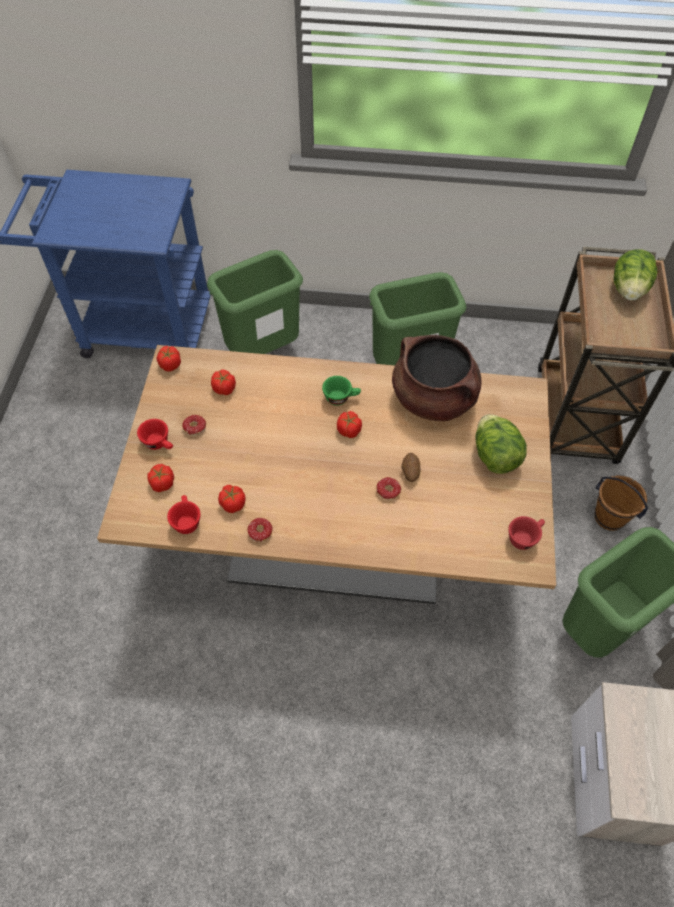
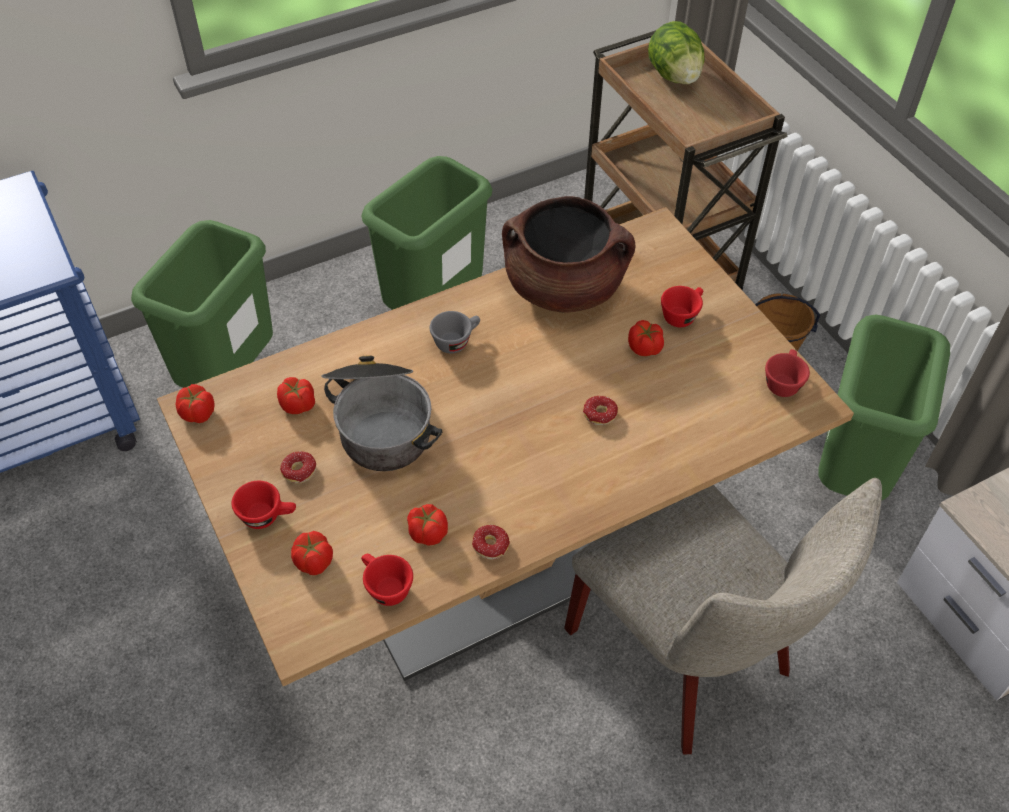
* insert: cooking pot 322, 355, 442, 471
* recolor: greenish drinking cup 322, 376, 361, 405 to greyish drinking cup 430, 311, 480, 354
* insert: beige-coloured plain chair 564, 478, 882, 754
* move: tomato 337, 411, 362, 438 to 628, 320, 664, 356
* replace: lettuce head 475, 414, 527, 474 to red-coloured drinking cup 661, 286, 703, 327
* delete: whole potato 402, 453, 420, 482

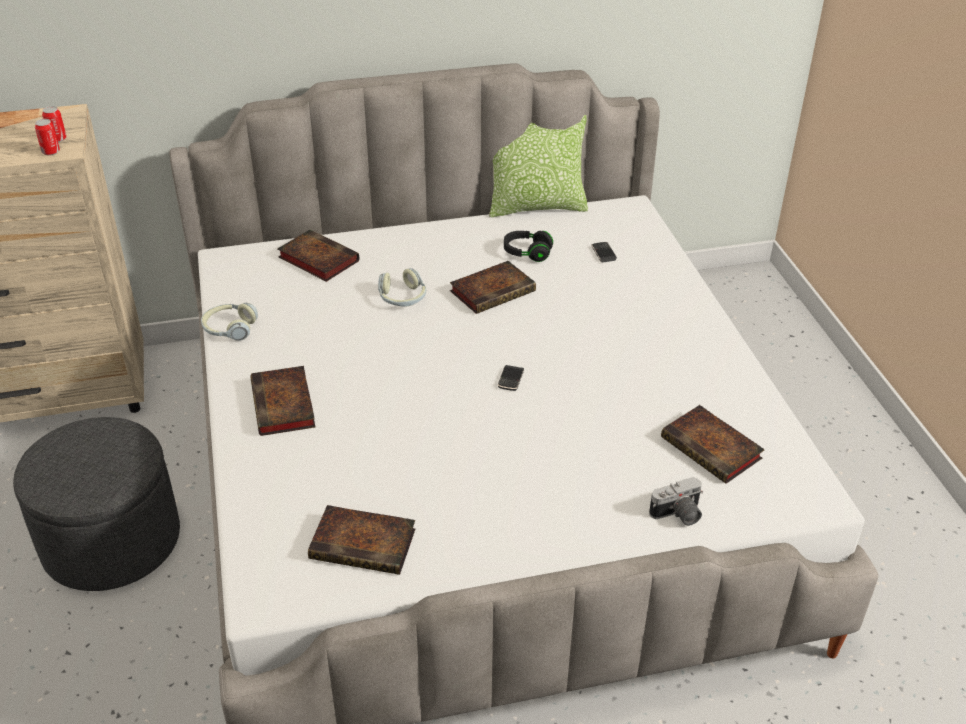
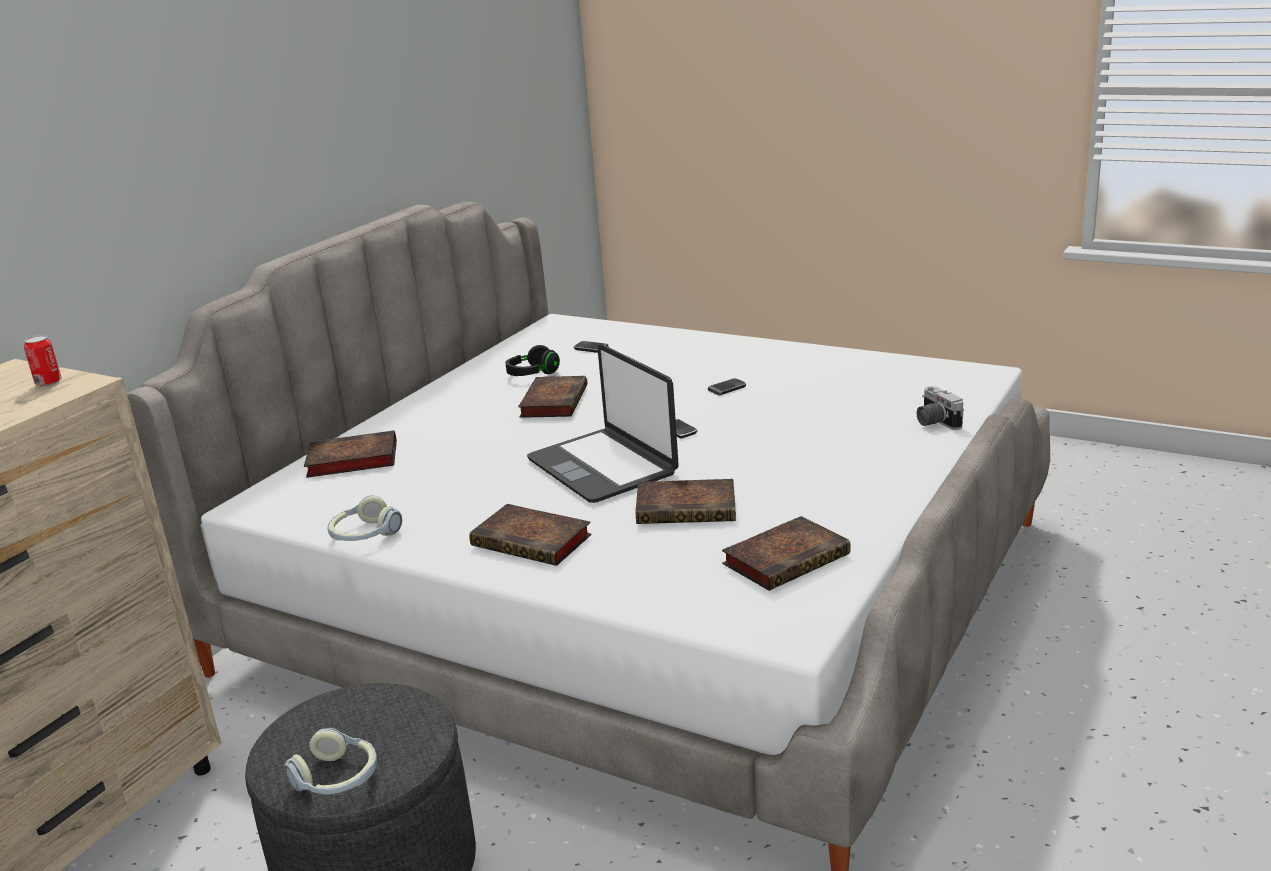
* move: headphones 378, 268, 426, 307 to 284, 728, 377, 794
* insert: notebook computer 527, 344, 679, 503
* move: volume 661, 405, 765, 484 to 636, 479, 736, 524
* insert: phone 708, 378, 746, 396
* rotate: photo camera 649, 477, 703, 526 = 917, 386, 964, 430 135 degrees clockwise
* delete: can 35, 119, 60, 155
* delete: throw pillow 489, 115, 588, 217

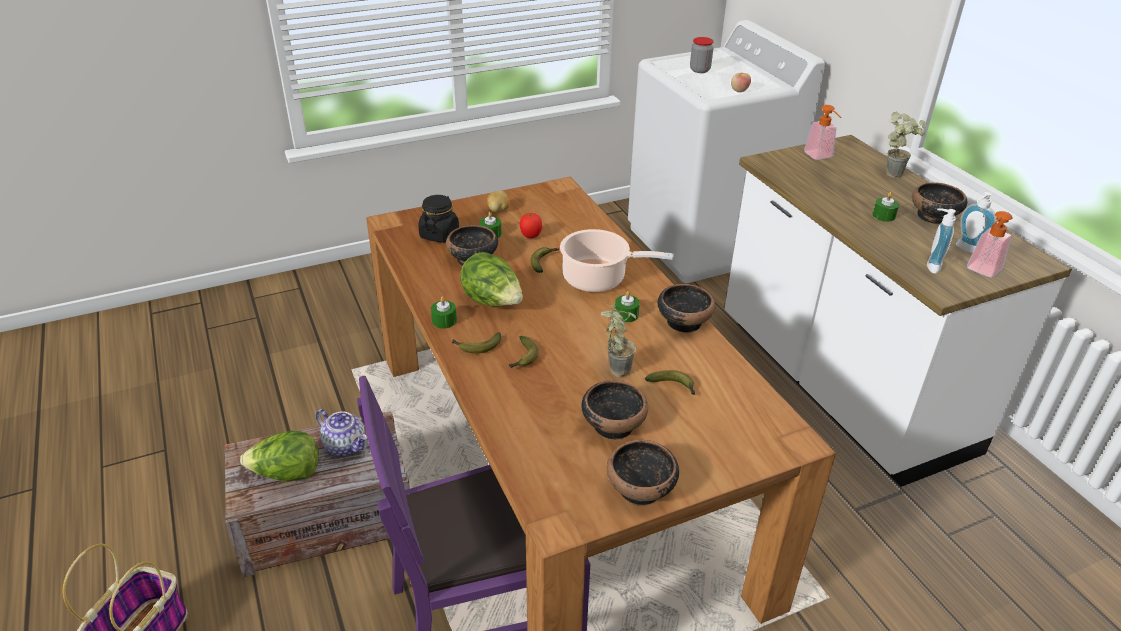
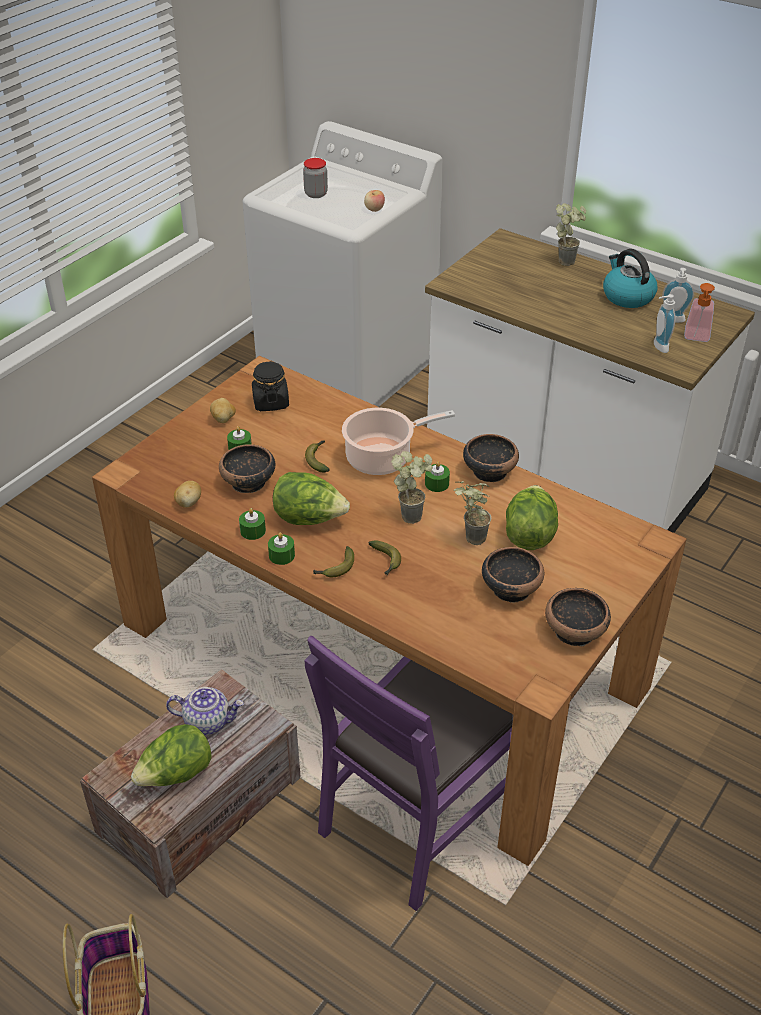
* insert: whole potato 174, 481, 201, 508
* move: greenish wax candle 872, 192, 899, 222 to 239, 508, 266, 540
* move: black preserve jar 418, 195, 459, 243 to 252, 361, 289, 411
* insert: plant in a pot 391, 451, 433, 524
* replace: banana 645, 370, 695, 395 to lettuce head 506, 485, 558, 550
* replace: serving bowl 912, 182, 967, 224 to tea kettle 603, 249, 657, 308
* delete: tomato 520, 213, 542, 238
* delete: soap dispenser 804, 105, 841, 160

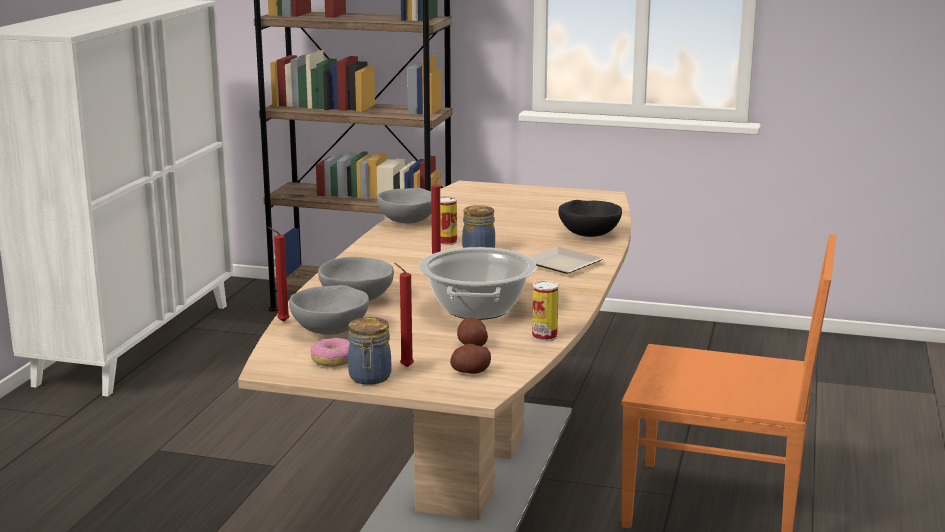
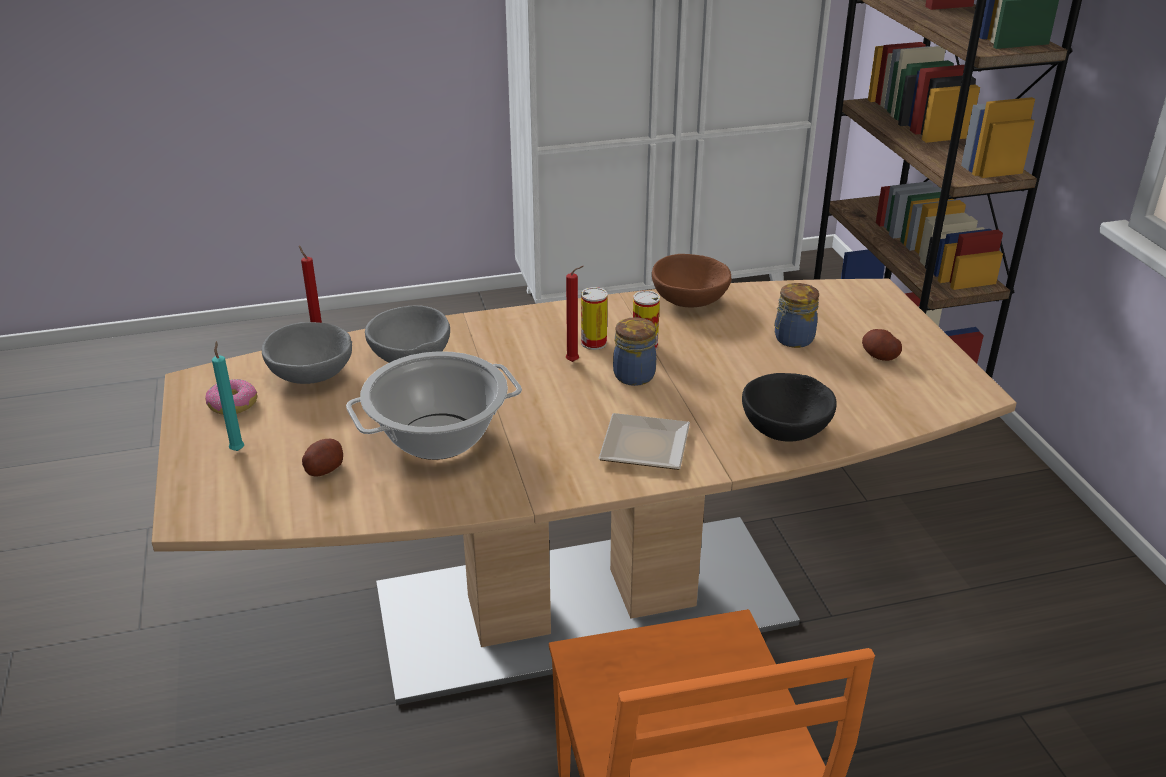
* recolor: red-coloured wax candle 394, 263, 414, 367 to turquoise wax candle 212, 341, 244, 451
* move: can 532, 281, 559, 341 to 581, 287, 607, 350
* recolor: greyish serving bowl 377, 188, 432, 224 to brownish serving bowl 652, 254, 731, 307
* move: preserve jar 348, 317, 391, 385 to 774, 283, 819, 348
* move: whole potato 450, 344, 491, 374 to 862, 329, 902, 361

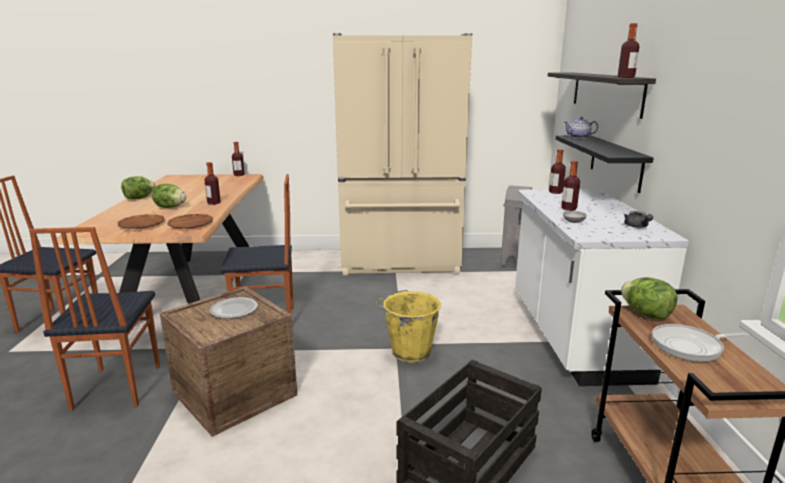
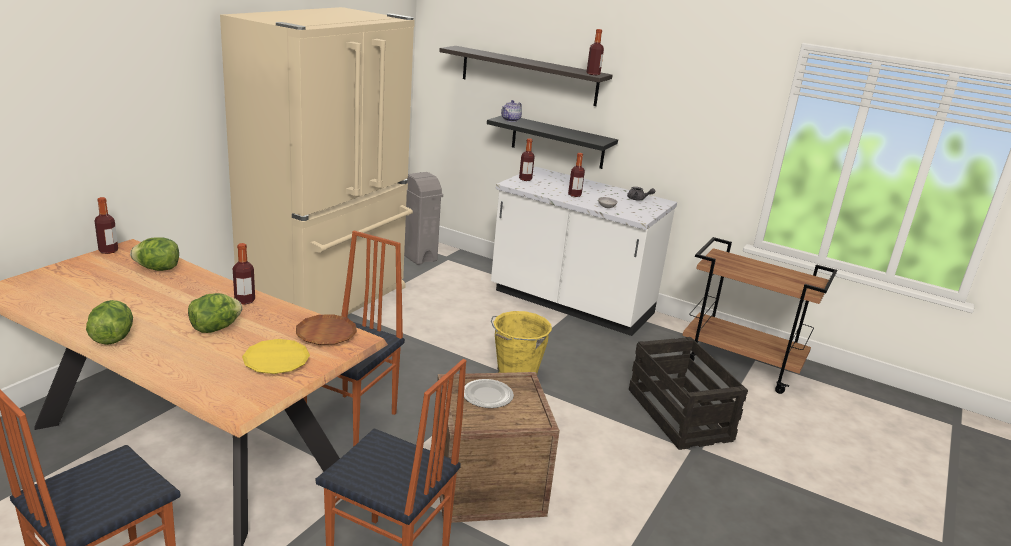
* move: lettuce head 621, 277, 678, 319 to 130, 237, 179, 271
* recolor: brownish dinner plate 118, 214, 165, 229 to yellowish dinner plate 242, 339, 310, 374
* delete: skillet 652, 324, 749, 362

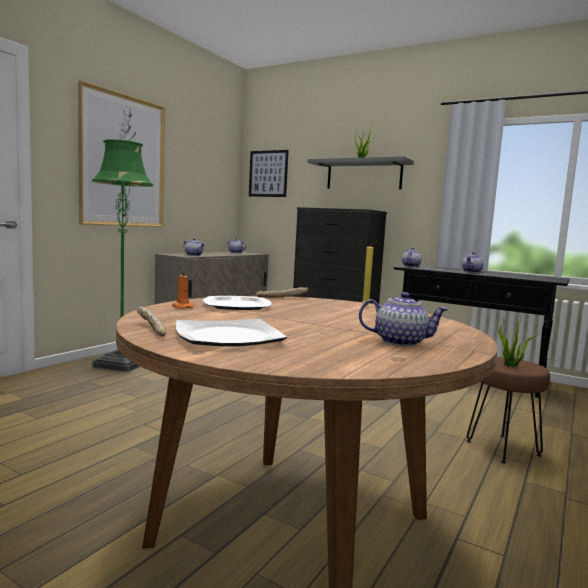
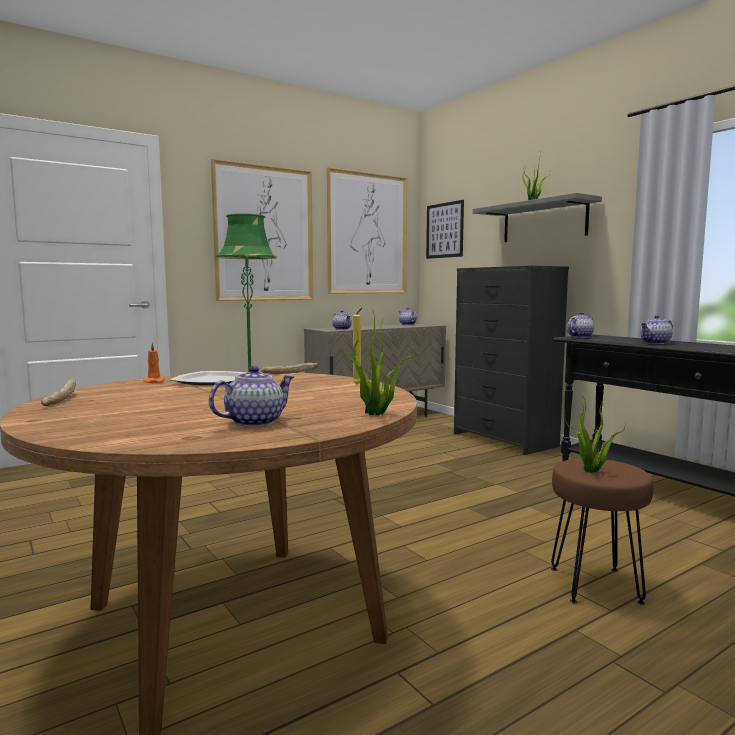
* rotate: pot for tea 359, 292, 449, 347 = 209, 366, 294, 427 75 degrees counterclockwise
* insert: wall art 327, 167, 407, 294
* insert: plant in a pot 341, 308, 416, 415
* delete: dinner plate 176, 318, 287, 346

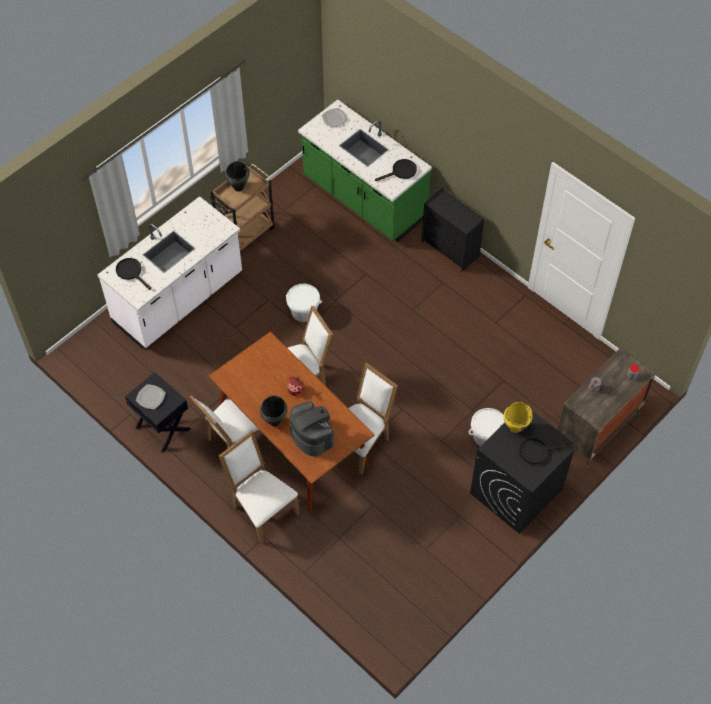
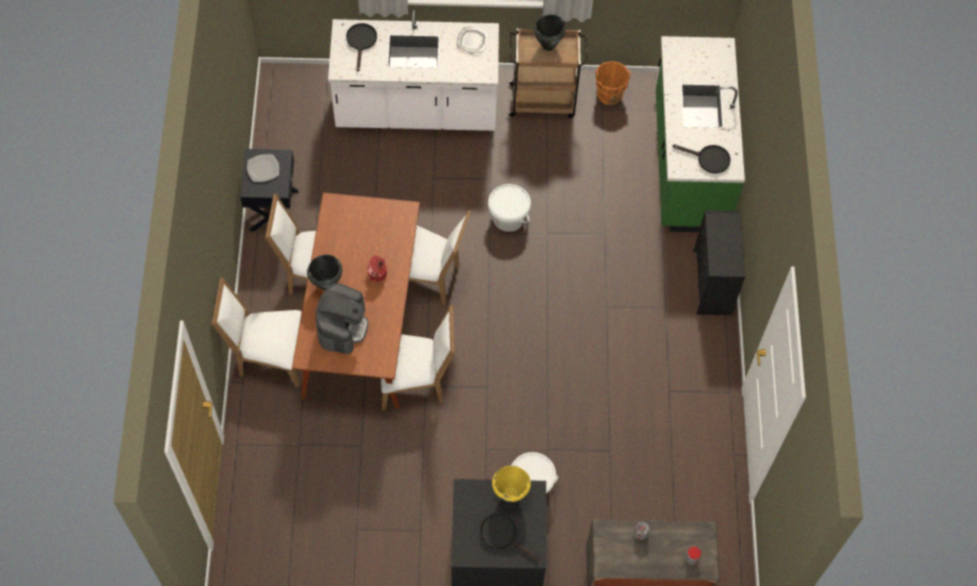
* rotate: white plain chair 219, 430, 300, 544 = 212, 277, 302, 387 90 degrees counterclockwise
* move: dinner plate 322, 108, 348, 128 to 457, 27, 488, 53
* insert: orange pail 595, 61, 631, 105

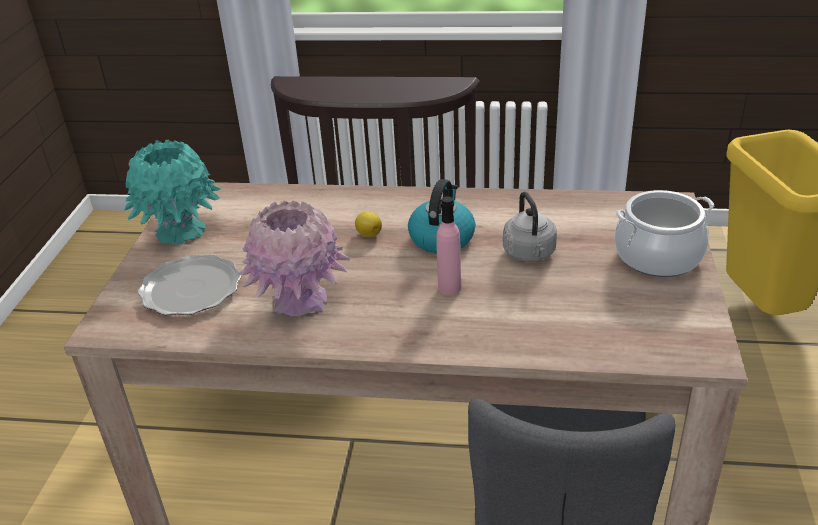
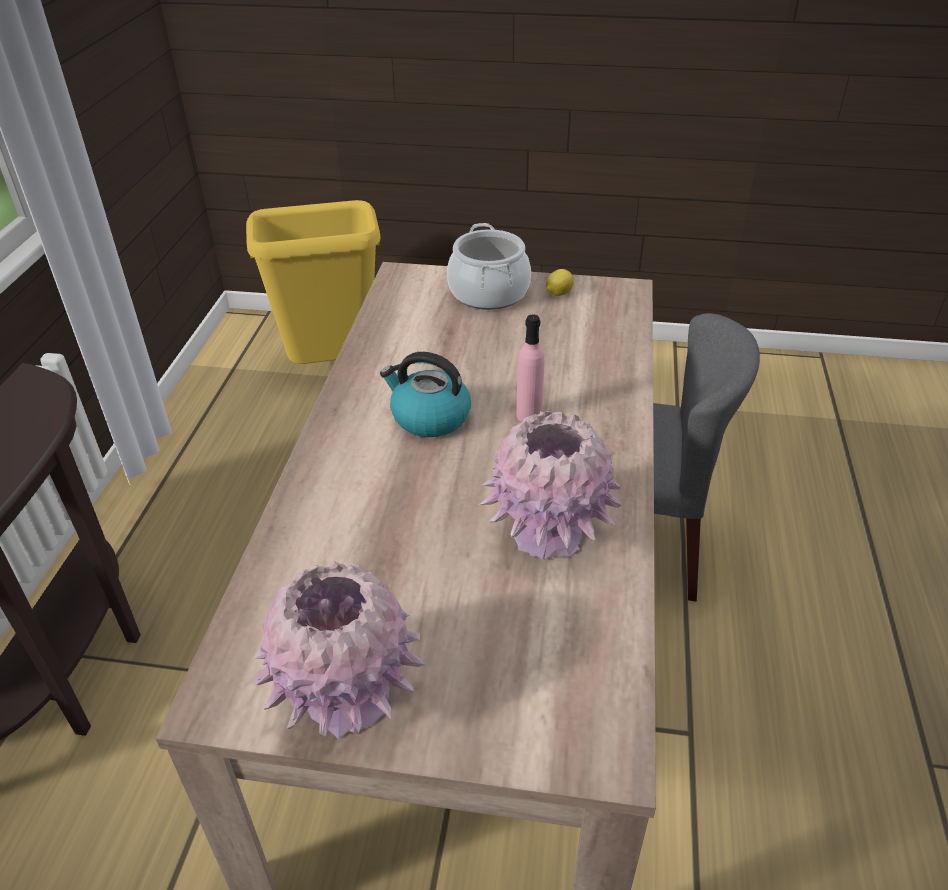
* recolor: turquoise flower vase 124, 140, 221, 245 to pink-coloured flower vase 253, 562, 426, 739
* move: whole lemon 355, 211, 382, 237 to 546, 269, 574, 296
* delete: dinner plate 138, 255, 241, 315
* delete: greyish tea kettle 503, 192, 557, 262

